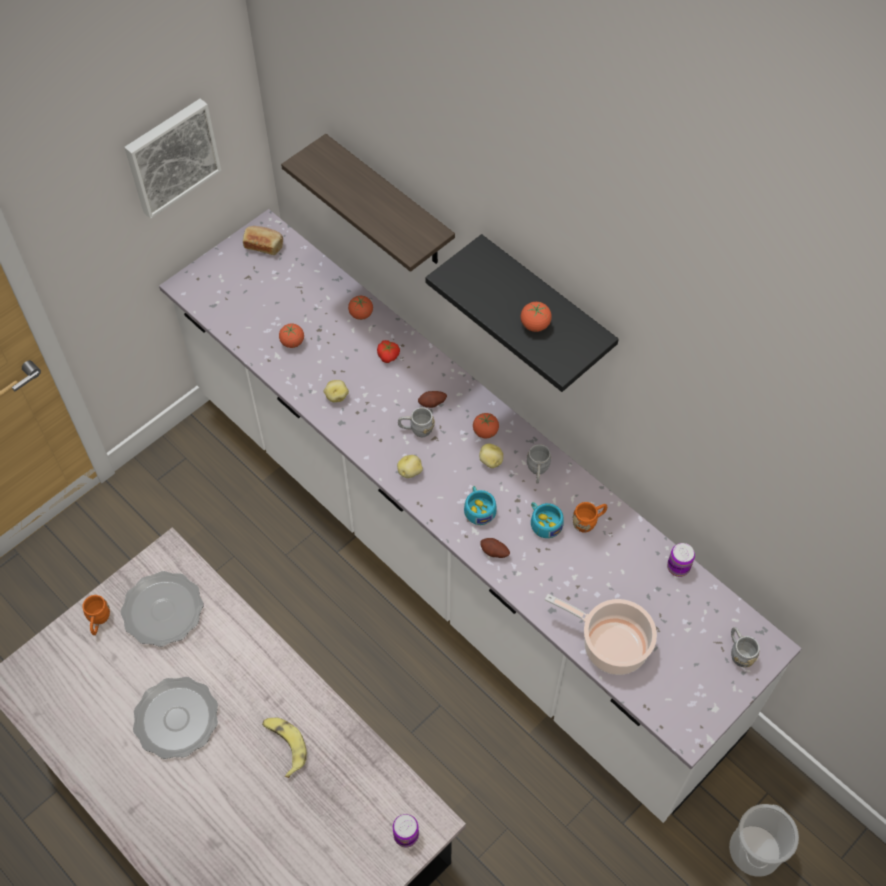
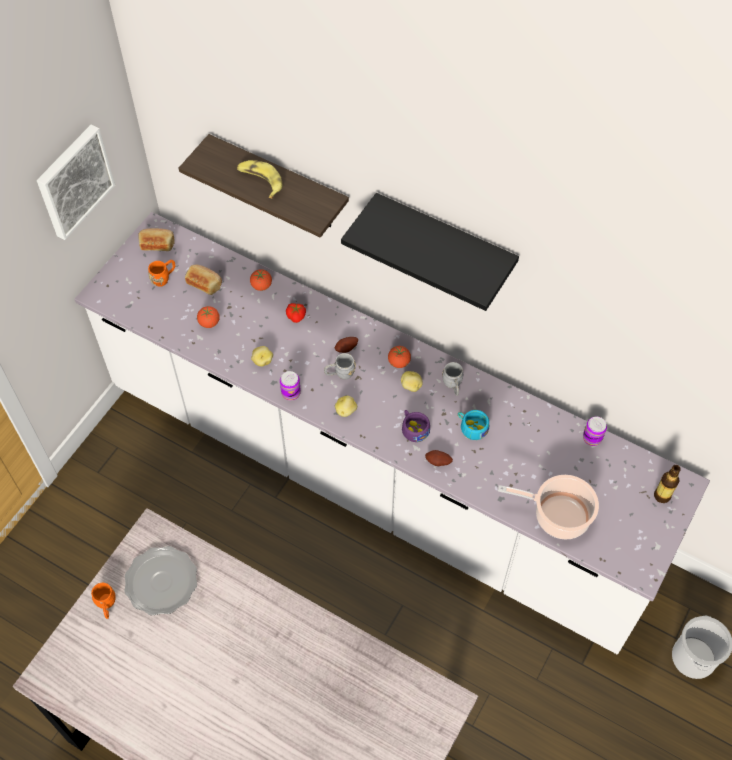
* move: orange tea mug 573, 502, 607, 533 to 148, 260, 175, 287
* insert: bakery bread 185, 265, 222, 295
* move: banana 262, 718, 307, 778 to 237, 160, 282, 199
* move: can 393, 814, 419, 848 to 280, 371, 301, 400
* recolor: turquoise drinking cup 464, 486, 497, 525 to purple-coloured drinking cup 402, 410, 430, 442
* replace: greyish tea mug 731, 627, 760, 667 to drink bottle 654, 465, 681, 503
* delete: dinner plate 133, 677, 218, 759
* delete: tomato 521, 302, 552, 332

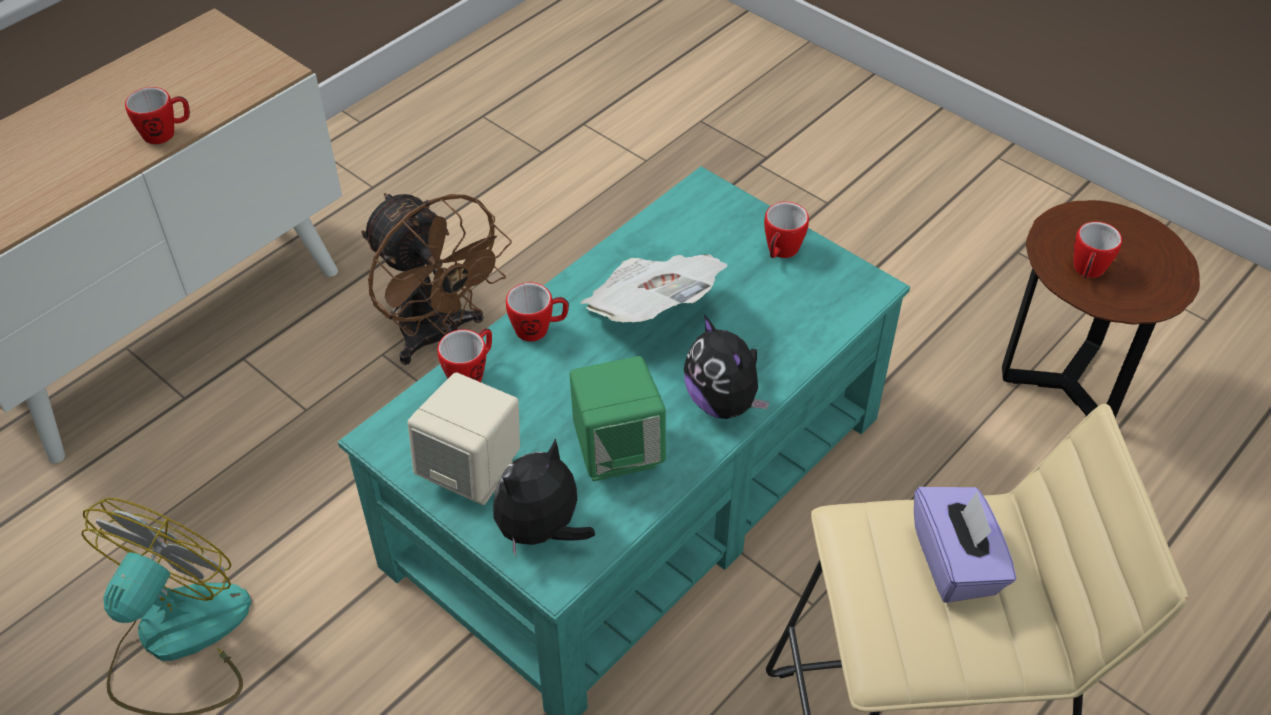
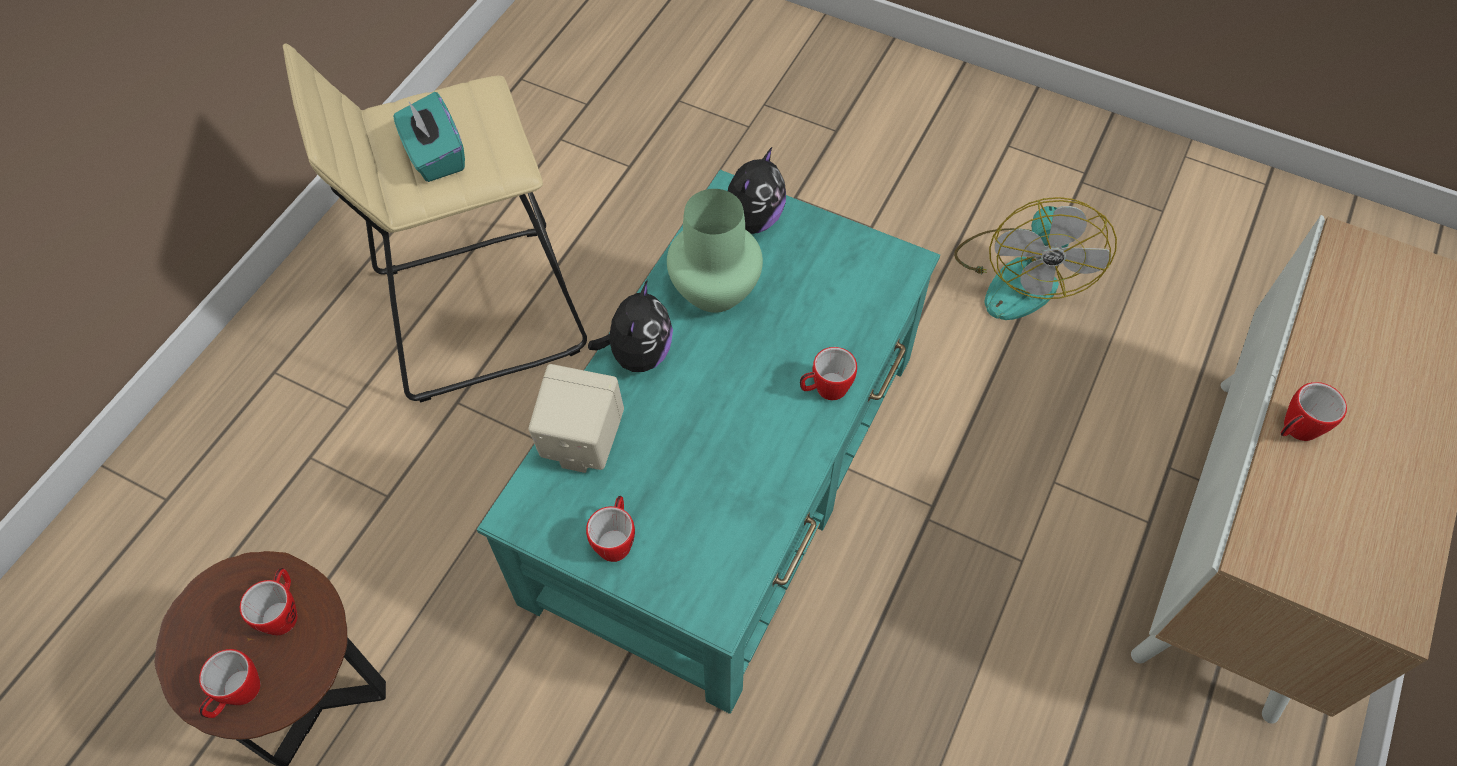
* move: tea mug 437, 329, 492, 382 to 199, 649, 260, 718
* recolor: purple-coloured tissue holder 914, 487, 1016, 603 to turquoise tissue holder 393, 92, 465, 182
* move: beige-coloured audio speaker 407, 372, 520, 505 to 528, 364, 624, 473
* rotate: plush toy 684, 315, 770, 419 = 588, 280, 673, 372 60 degrees clockwise
* replace: greenish audio speaker 570, 356, 666, 481 to greenish flower vase 667, 189, 763, 313
* delete: brownish cooling fan 361, 193, 512, 365
* delete: newspaper 580, 254, 727, 322

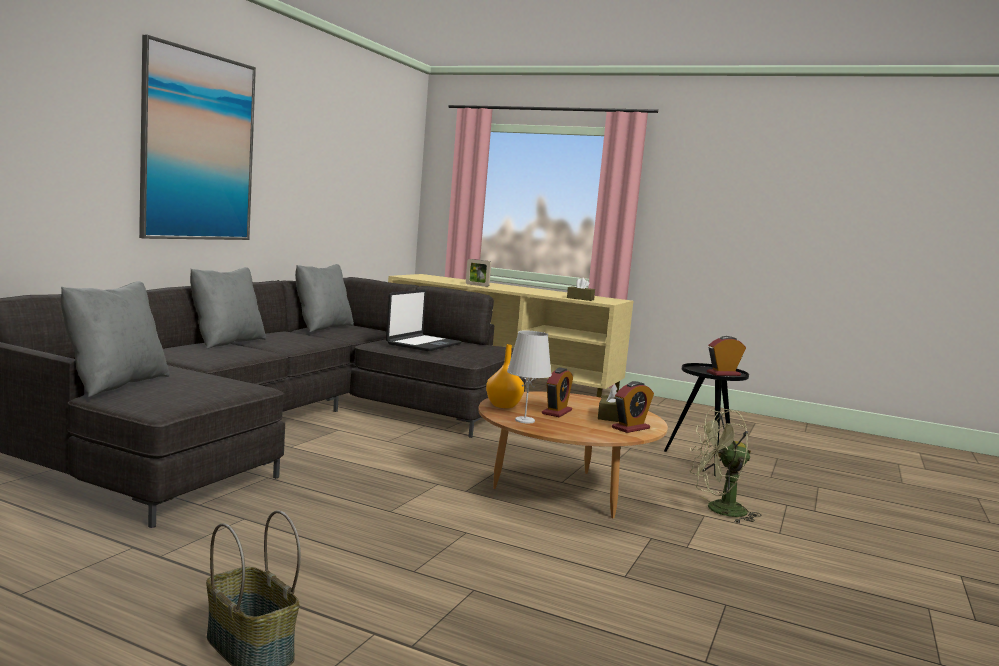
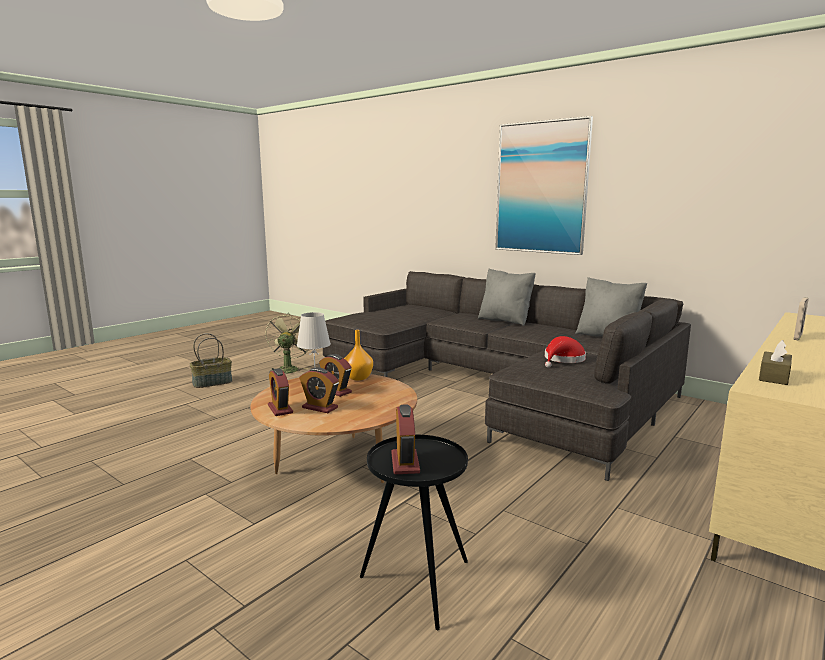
* move: greenish cooling fan 690, 409, 761, 523 to 265, 313, 309, 373
* replace: brownish tissue holder 598, 384, 619, 422 to table clock 299, 367, 339, 413
* replace: notebook computer 386, 290, 462, 351 to red-coloured wearable hat 545, 336, 586, 368
* delete: greyish throw pillow 61, 281, 170, 397

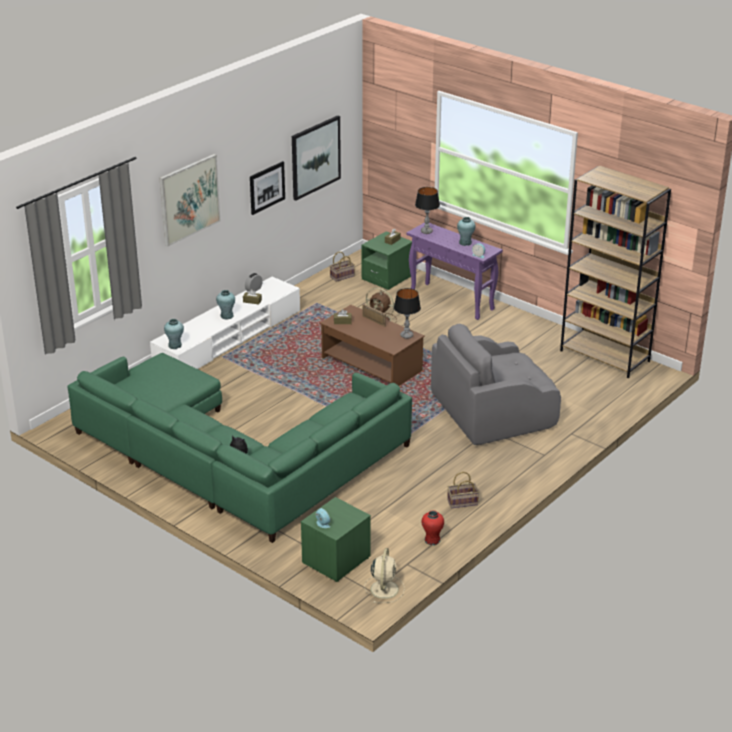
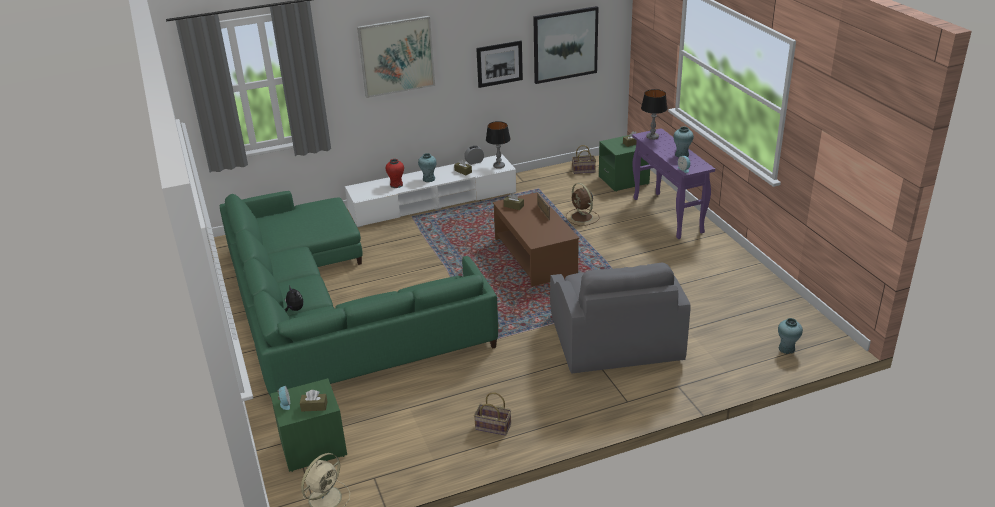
* insert: brownish tissue holder 300, 390, 328, 412
* move: red-coloured flower vase 421, 510, 444, 545 to 385, 159, 404, 188
* move: tabletop lamp 394, 288, 421, 339 to 486, 121, 510, 169
* rotate: greyish armchair 431, 324, 561, 445 = 550, 263, 691, 374 105 degrees counterclockwise
* move: turquoise flower vase 164, 319, 184, 349 to 778, 318, 803, 354
* delete: brownish bookcase 560, 166, 671, 379

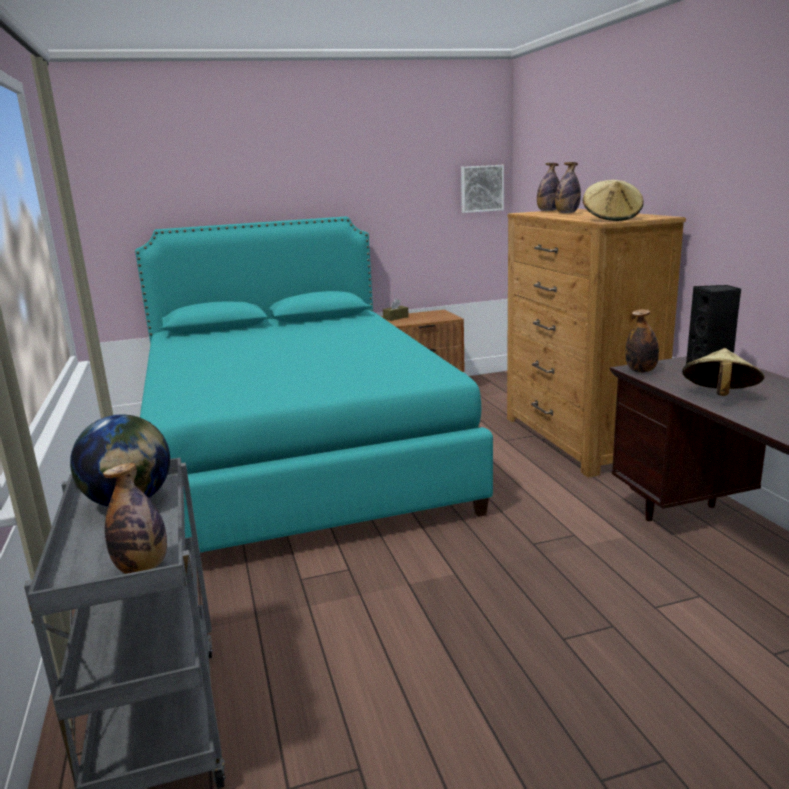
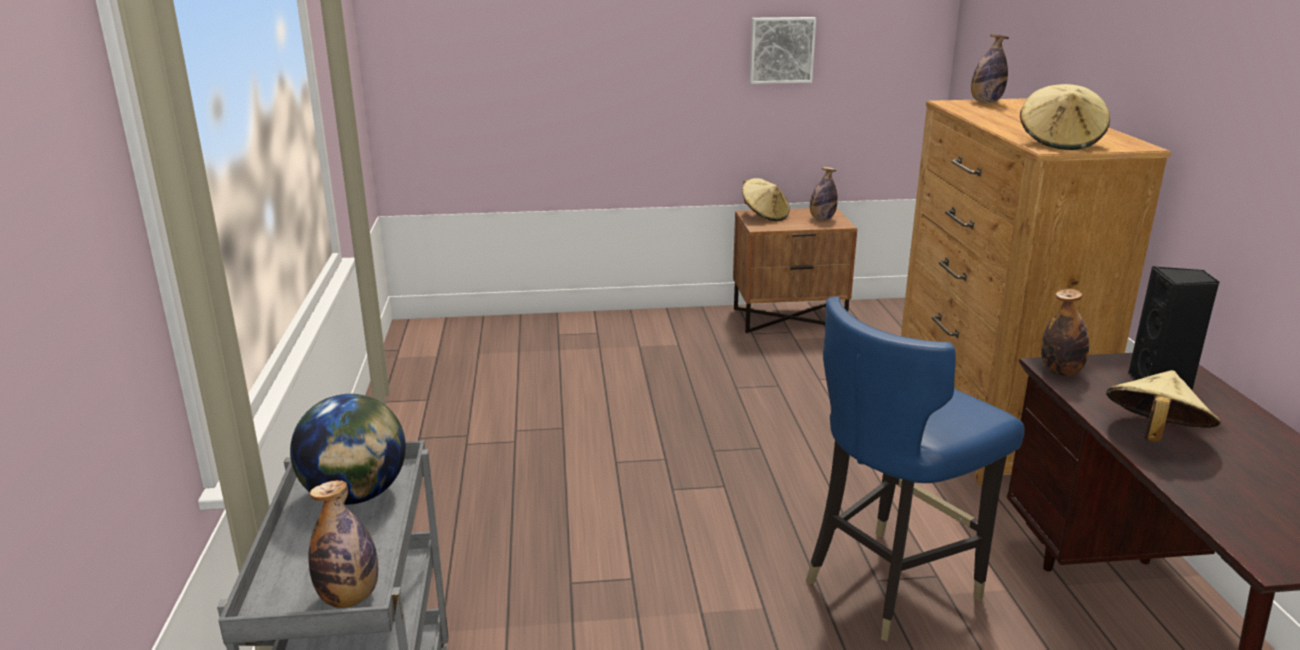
* replace: brownish tissue holder 383, 299, 409, 321 to beige-coloured wearable hat 742, 178, 790, 221
* move: wall art 461, 165, 504, 213 to 750, 17, 816, 84
* insert: bluish plain chair 806, 297, 1025, 642
* move: drink bottle 555, 162, 581, 213 to 810, 167, 838, 220
* delete: turquoise sleeping bed 135, 216, 493, 552

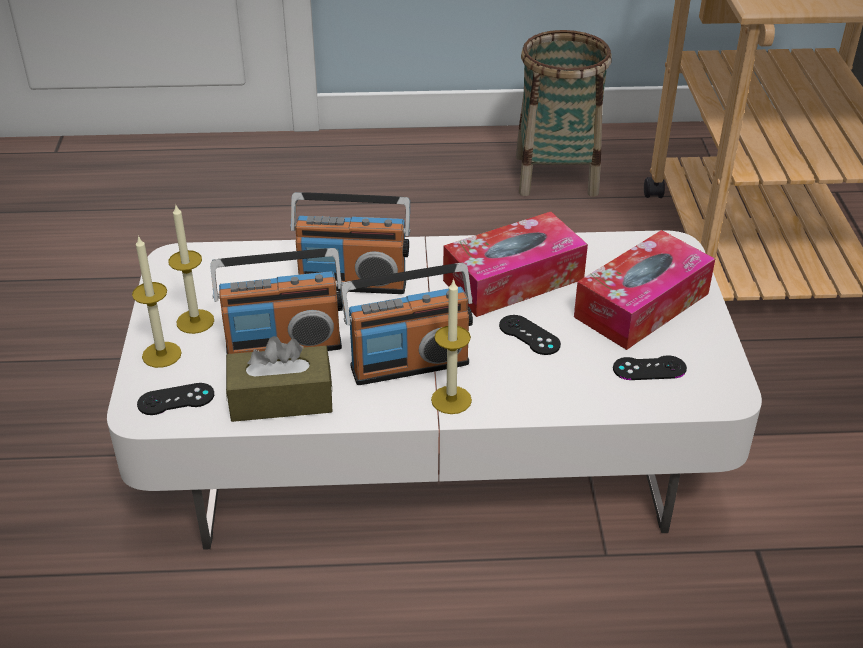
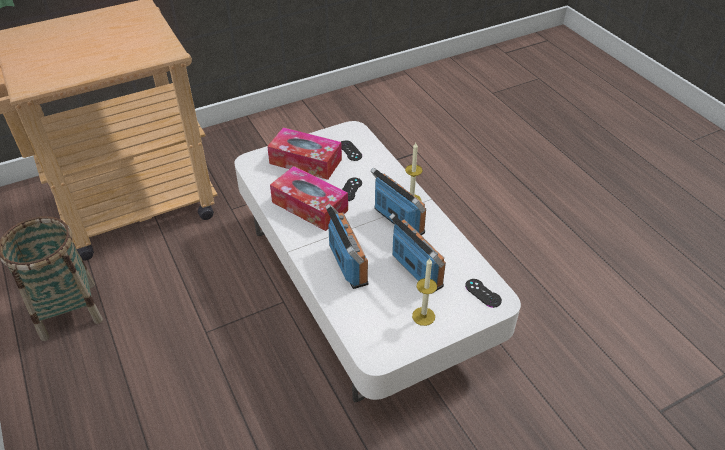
* delete: wax candle 132, 235, 182, 368
* delete: brownish tissue holder 226, 336, 333, 422

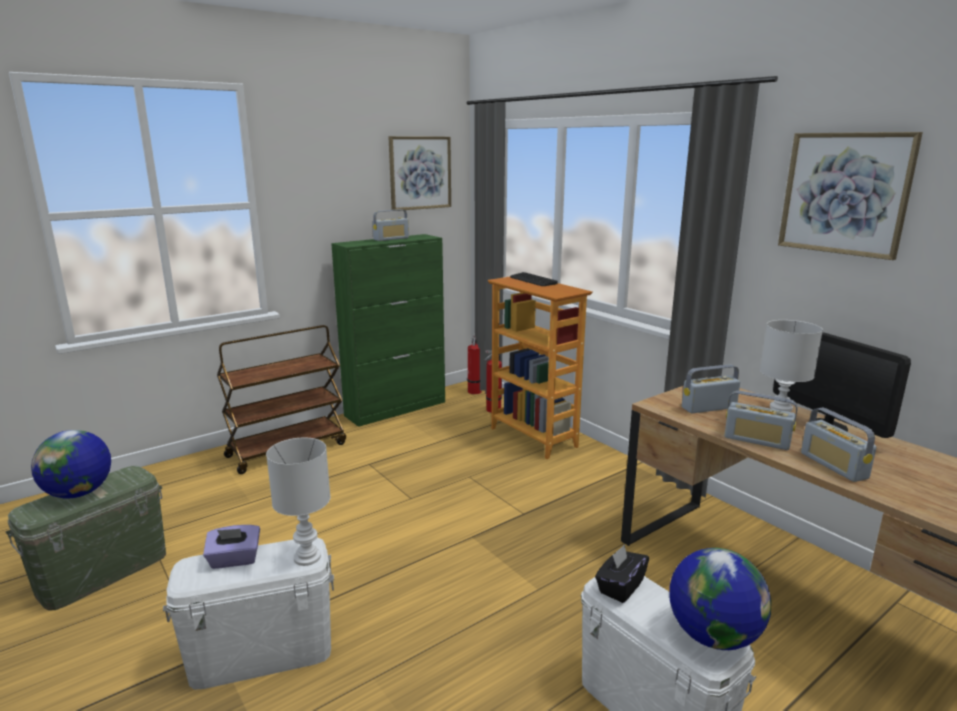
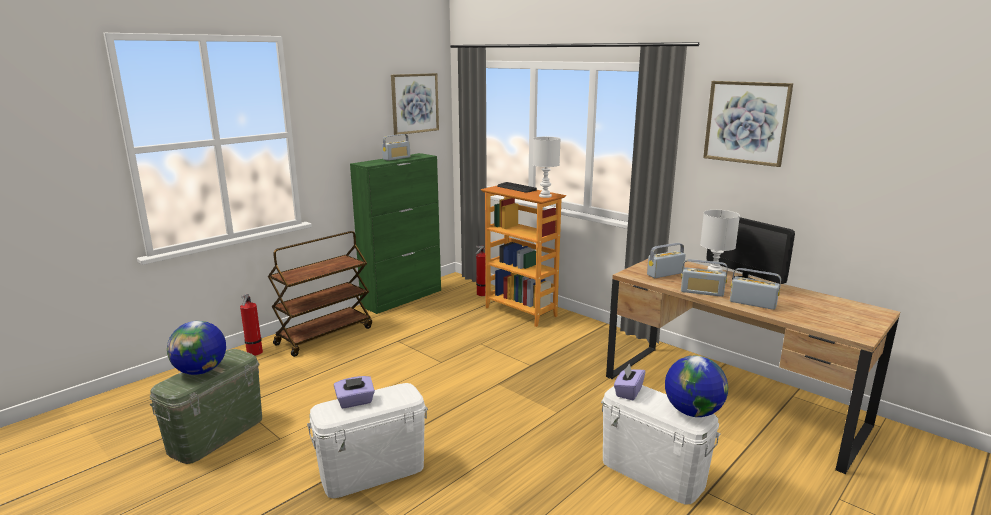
* move: extinguisher 467, 336, 482, 394 to 240, 294, 263, 356
* move: white tabletop lamp 266, 438, 331, 566 to 533, 137, 561, 198
* recolor: black tissue holder 595, 544, 649, 603 to purple-coloured tissue holder 614, 363, 645, 401
* rotate: radio receiver 801, 407, 876, 482 = 730, 268, 781, 310 150 degrees clockwise

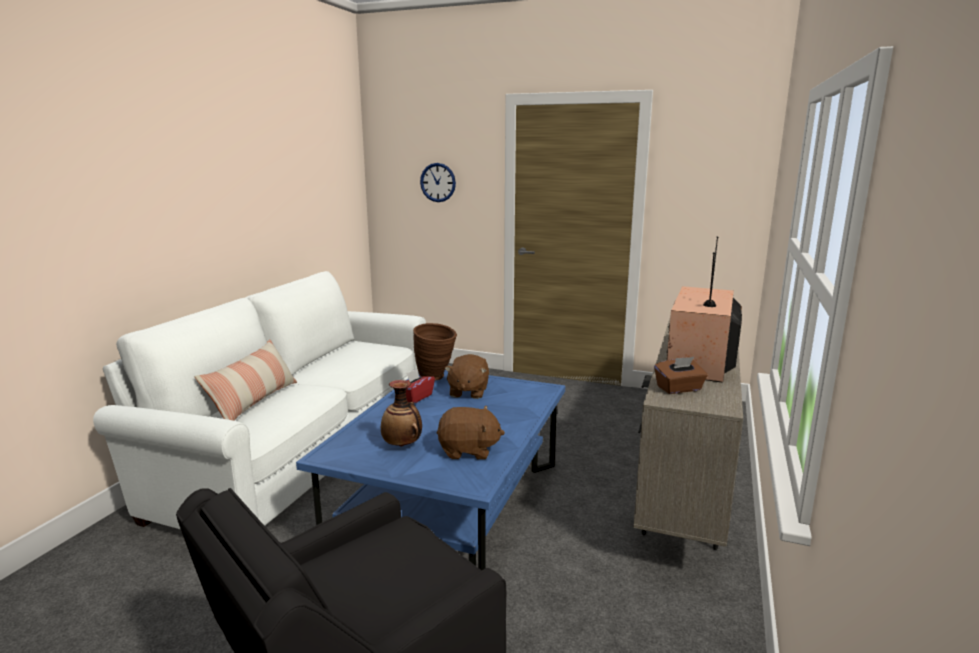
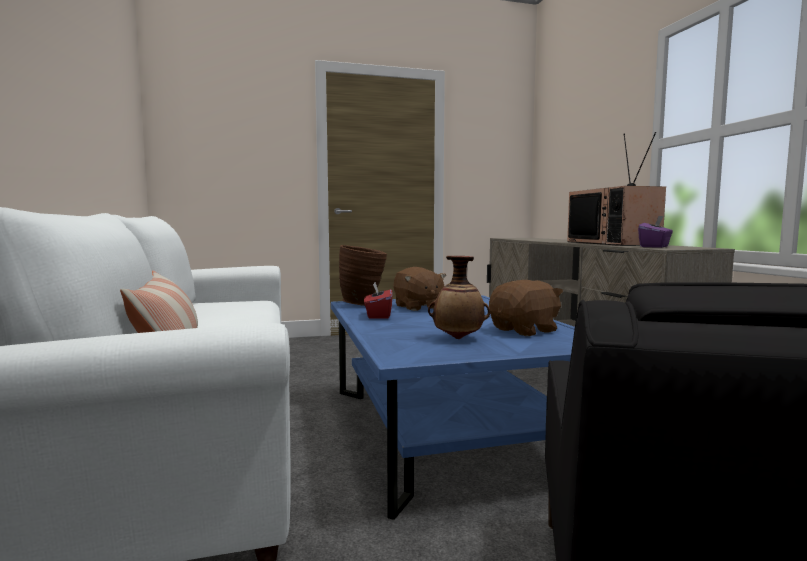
* recolor: brownish tissue holder 654, 357, 708, 394 to purple-coloured tissue holder 638, 216, 673, 248
* delete: hanging clock 420, 163, 456, 202

